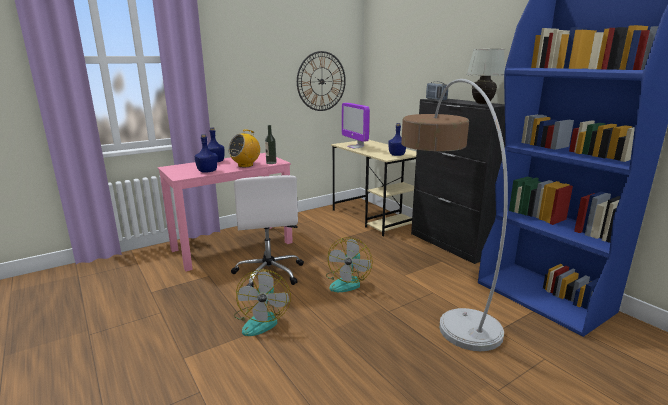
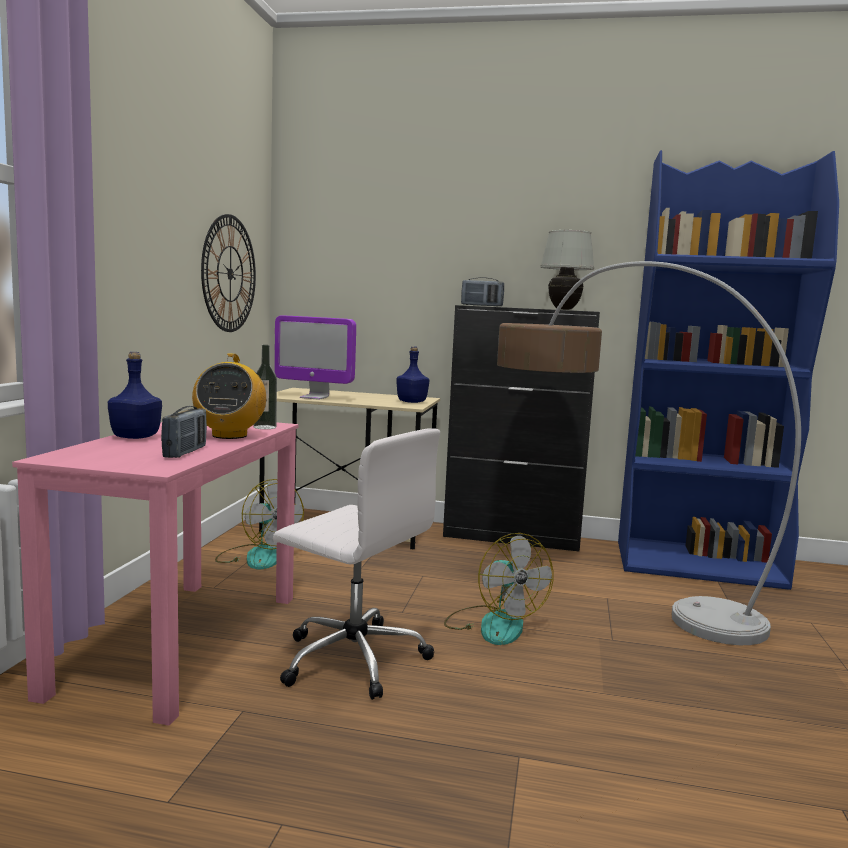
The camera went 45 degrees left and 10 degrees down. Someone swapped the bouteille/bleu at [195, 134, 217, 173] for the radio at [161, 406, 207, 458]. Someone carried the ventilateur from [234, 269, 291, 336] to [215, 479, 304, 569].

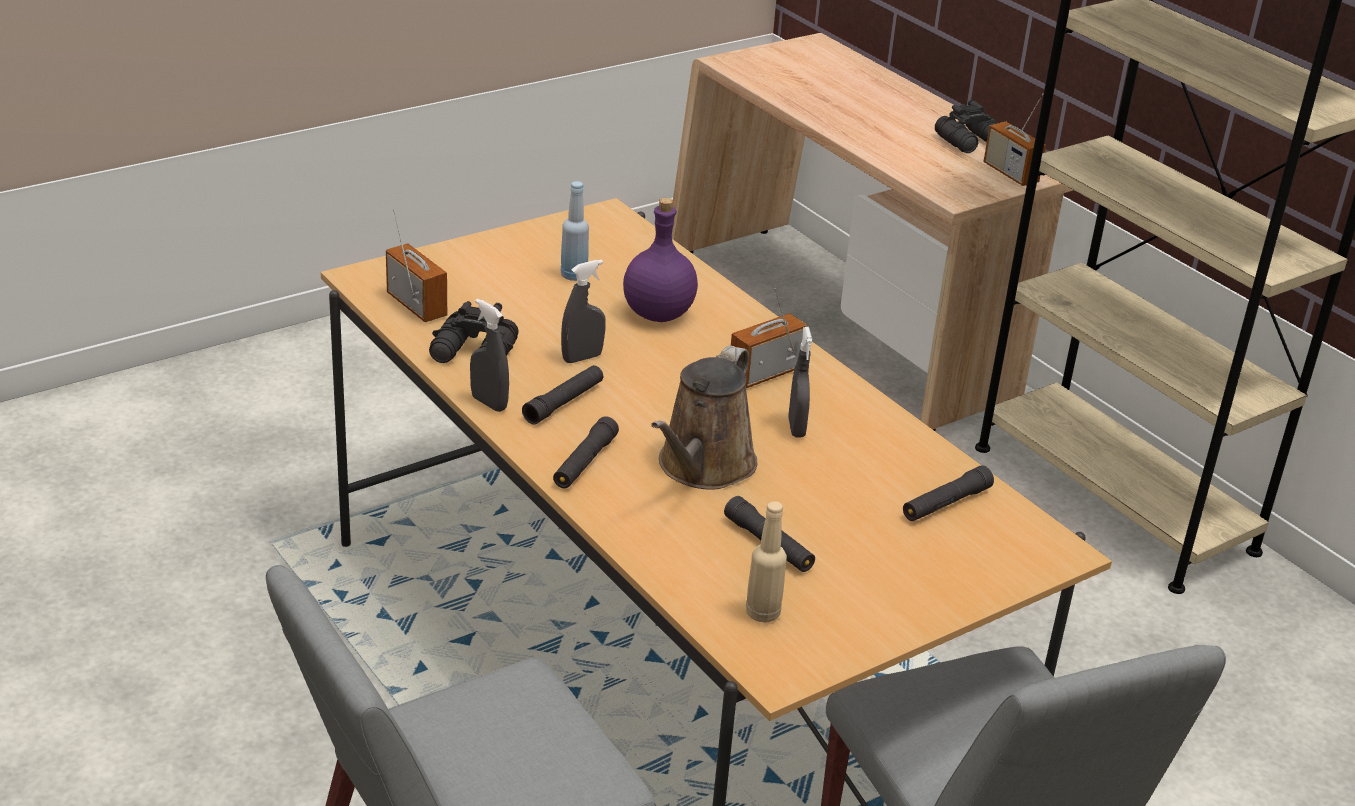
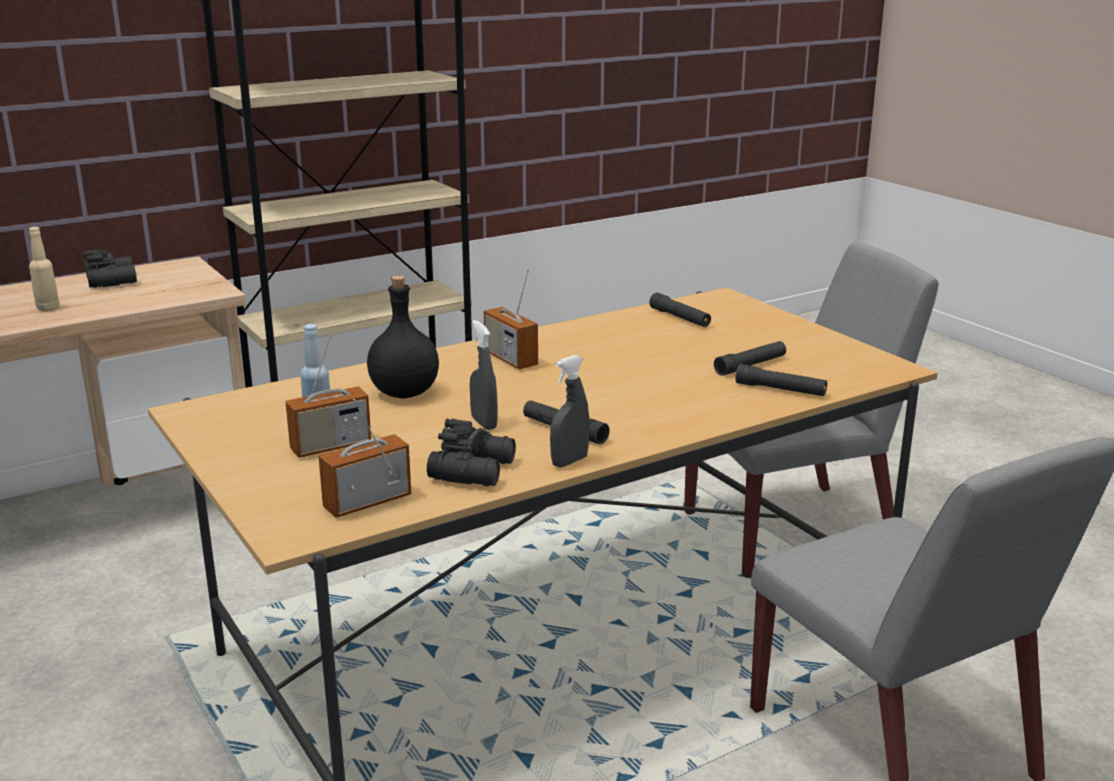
The camera went 85 degrees left and 10 degrees down. Someone carried the bouteille/beige from [746, 501, 787, 623] to [29, 227, 59, 311]. Someone carried the radio from [983, 93, 1046, 186] to [285, 335, 371, 458]. Someone repainted the bouteille/violet at [623, 198, 698, 322], which became the bouteille/noir at [367, 276, 439, 398]. Someone carried the lampe de poche/noir from [553, 416, 619, 488] to [735, 364, 827, 396]. Someone took away the arrosoir/marron at [651, 346, 757, 489]. Someone took away the vaporisateur/gris at [788, 327, 812, 438].

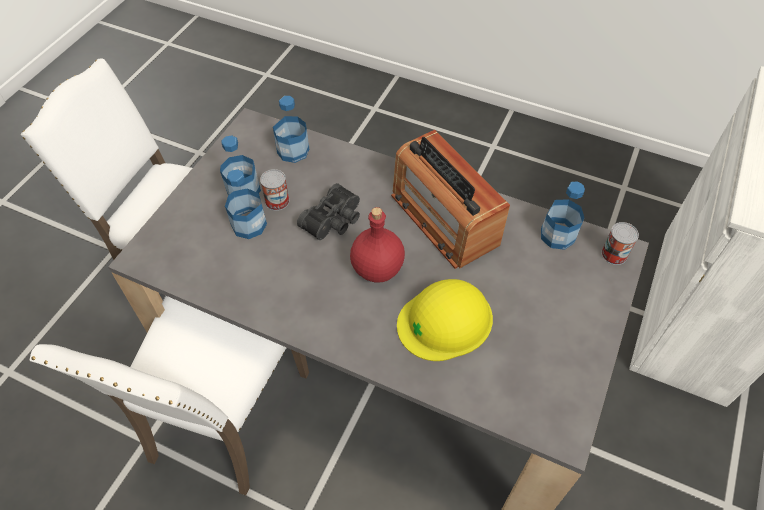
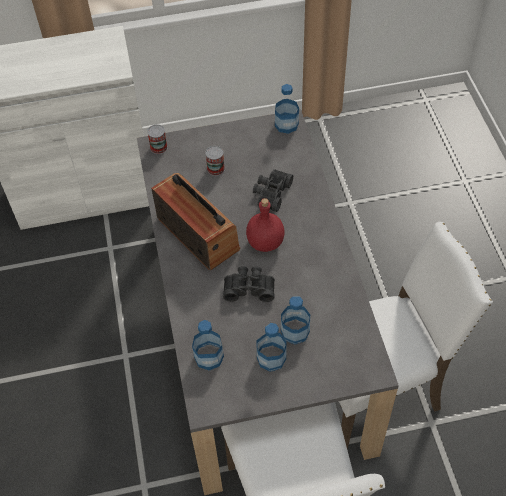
The camera went 125 degrees left and 0 degrees up. Someone rotated the radio at [391, 130, 510, 269] by 60 degrees counterclockwise. Someone carried the boîte métallique from [260, 169, 289, 211] to [205, 146, 225, 176]. Someone swapped the casque de chantier/jaune at [397, 279, 493, 361] for the jumelles/noir at [253, 169, 293, 212]. Someone carried the bouteille from [541, 182, 585, 250] to [275, 84, 299, 134].

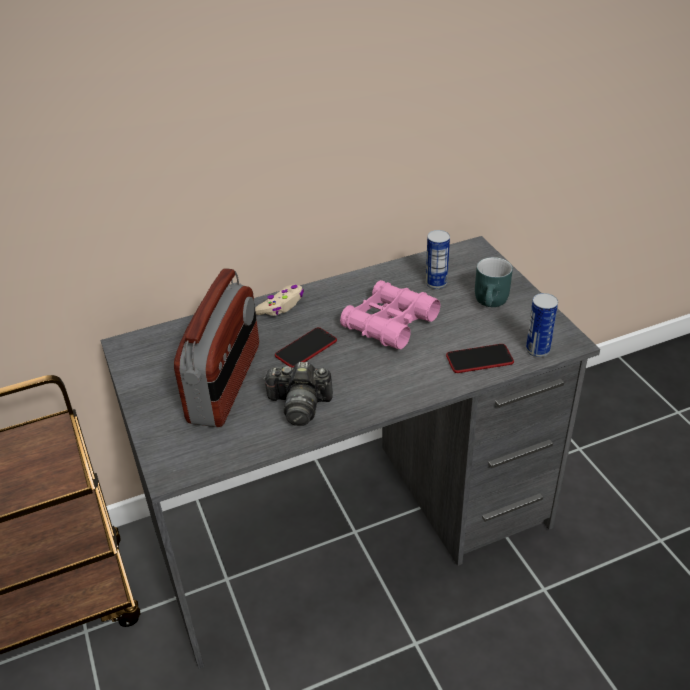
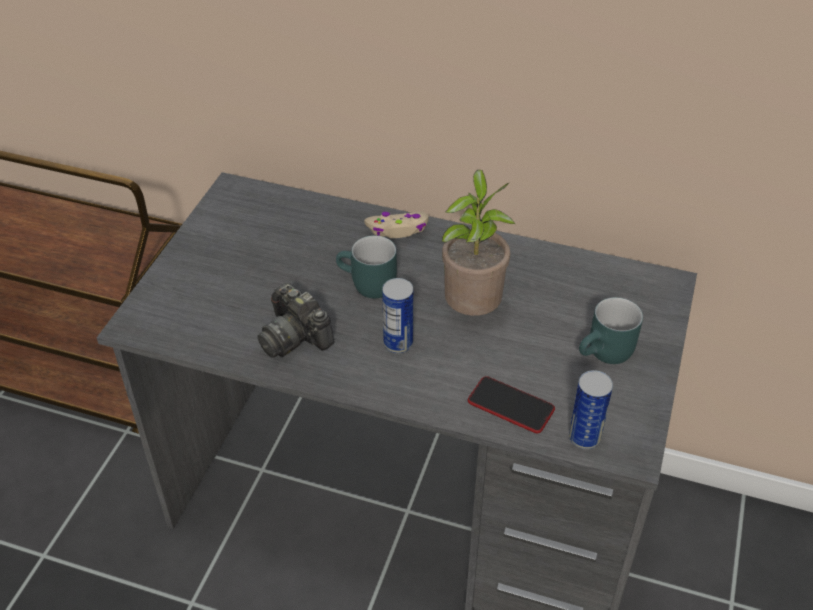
The camera went 40 degrees right and 5 degrees up. Someone swapped the téléphone at [275, 327, 337, 368] for the mug/turquoise at [336, 235, 397, 299]. Someone carried the boîte métallique from [426, 230, 450, 289] to [382, 278, 413, 354]. Someone swapped the jumelles/rose at [340, 280, 441, 349] for the plante en pot at [442, 170, 515, 316]. Someone took away the radio at [174, 268, 259, 427].

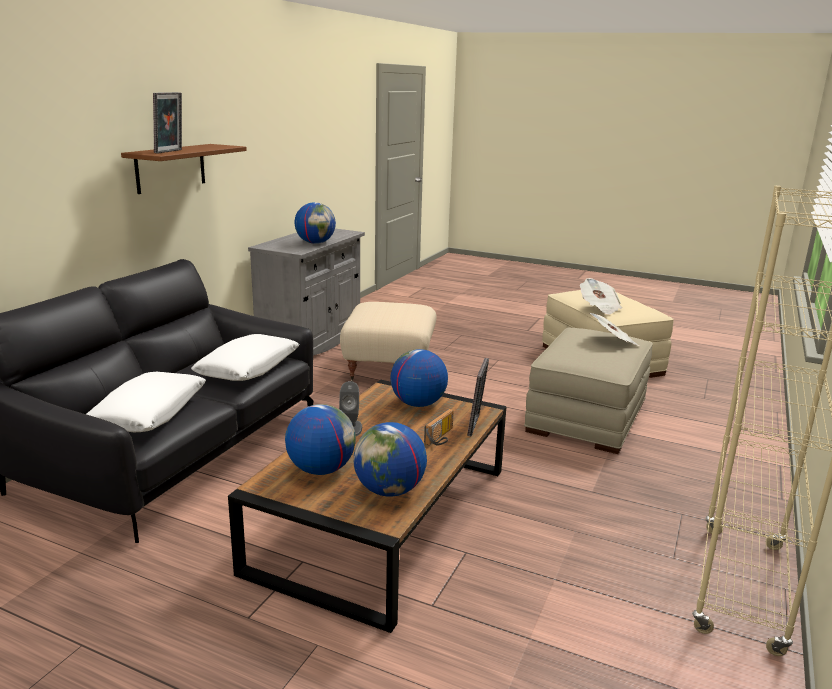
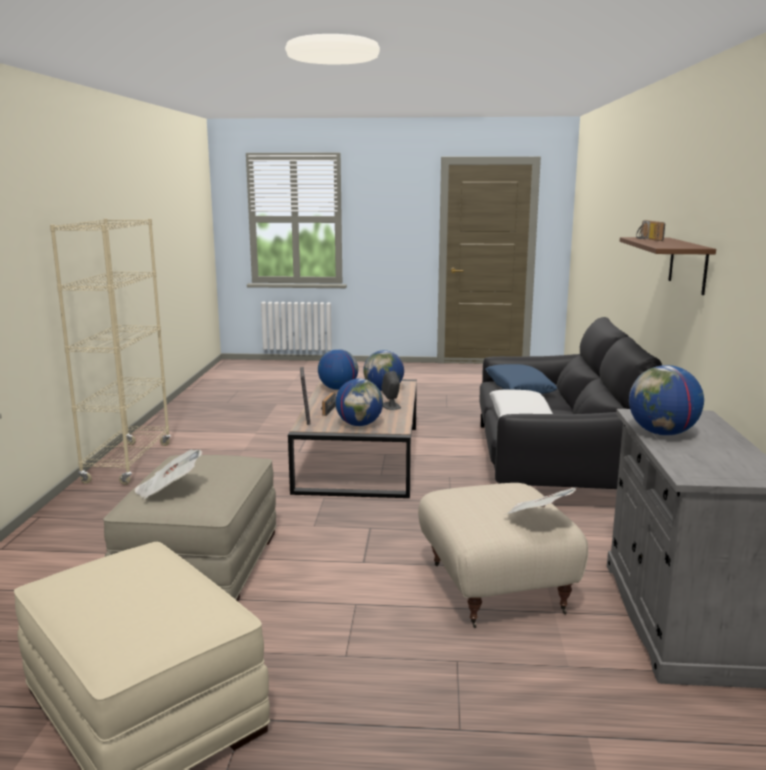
The camera went 160 degrees right and 5 degrees down. Someone repainted the coussin/blanc at [87, 372, 206, 432], which became the coussin/bleu at [486, 364, 557, 394]. Someone carried the journal from [580, 278, 622, 315] to [504, 487, 576, 515]. Someone swapped the cadre photo at [153, 92, 182, 154] for the radio at [636, 220, 665, 241].

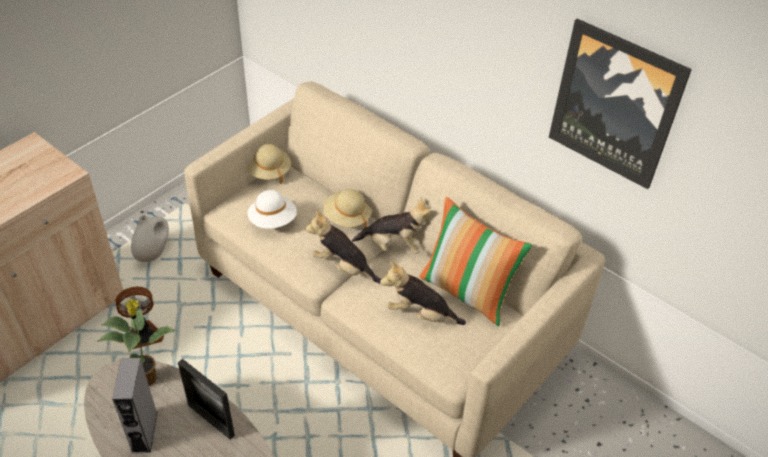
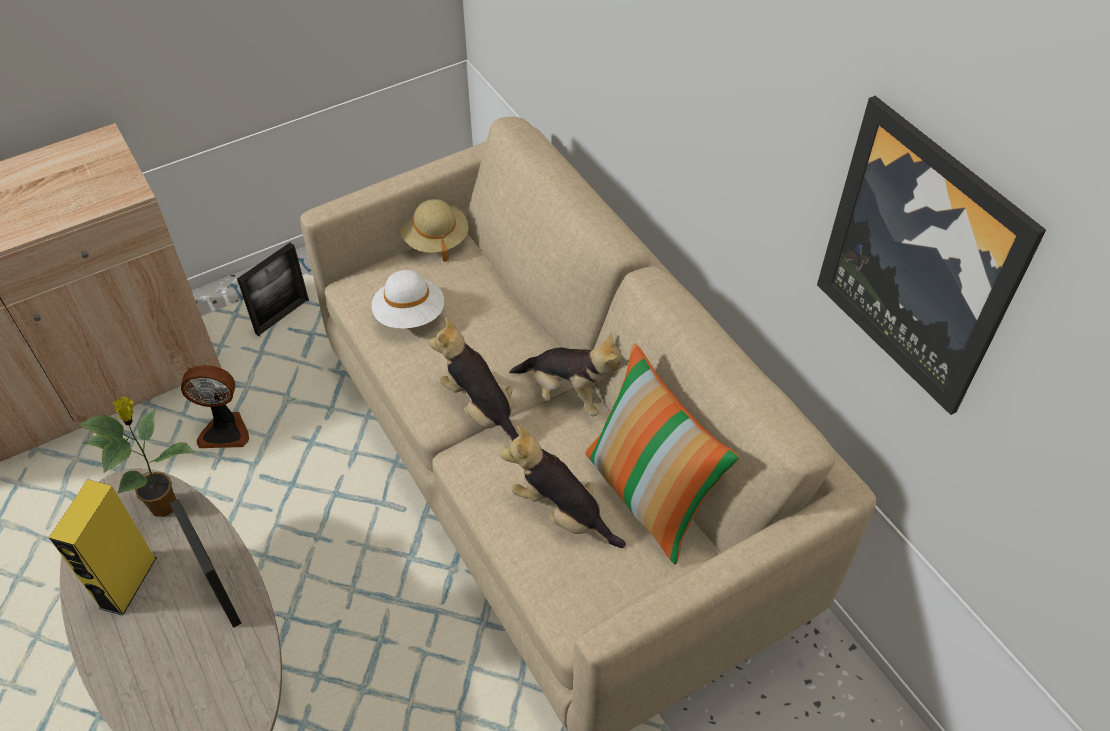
The camera went 20 degrees right and 5 degrees up. Someone repainted the enceinte/gris at [112, 358, 157, 453], which became the enceinte/jaune at [49, 479, 157, 616]. Someone swapped the vase/blanc at [131, 215, 169, 262] for the cadre photo at [237, 243, 309, 337]. Someone took away the chapeau/beige at [323, 189, 372, 228].

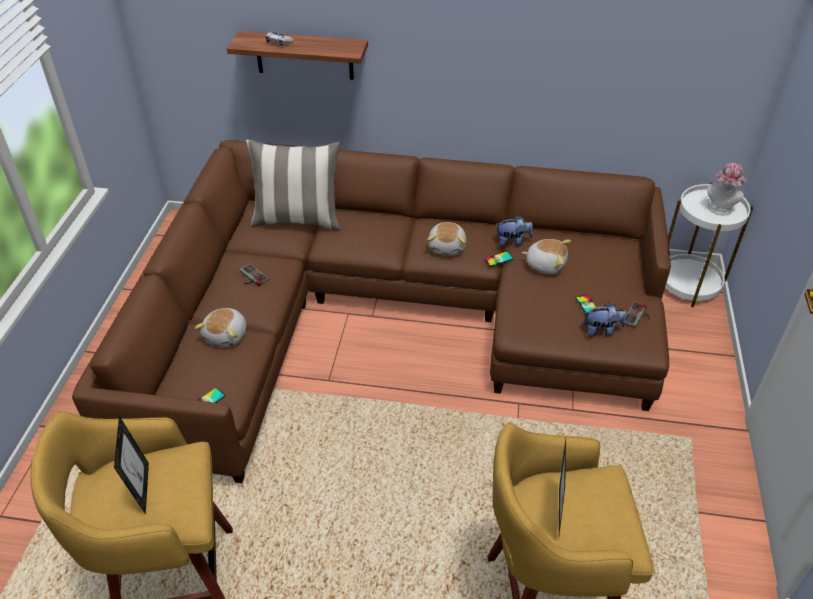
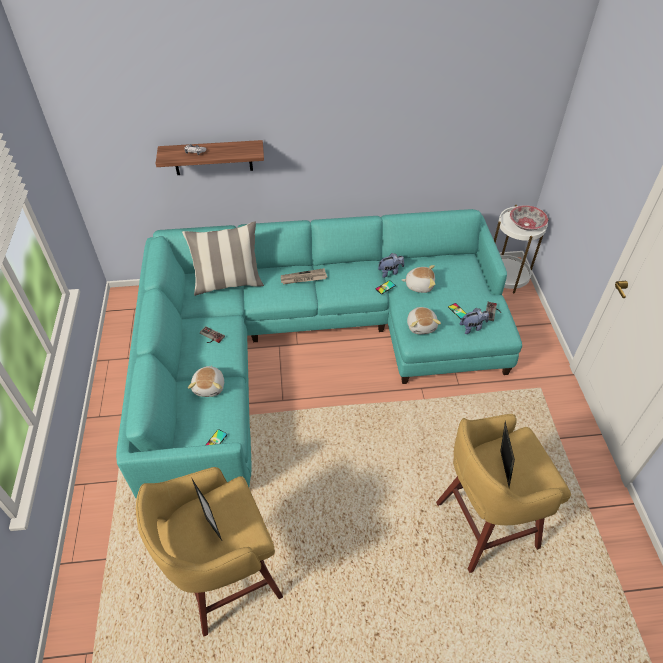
The camera went 15 degrees left and 5 degrees up. Someone repainted the canapé/marron at [72, 140, 671, 483], which became the canapé/turquoise at [116, 209, 522, 499]. Someone put down the journal at [281, 268, 327, 284]. Someone carried the peluche from [427, 222, 466, 255] to [407, 307, 441, 334]. Someone swapped the chapeau at [707, 163, 746, 215] for the bol at [510, 205, 548, 231].

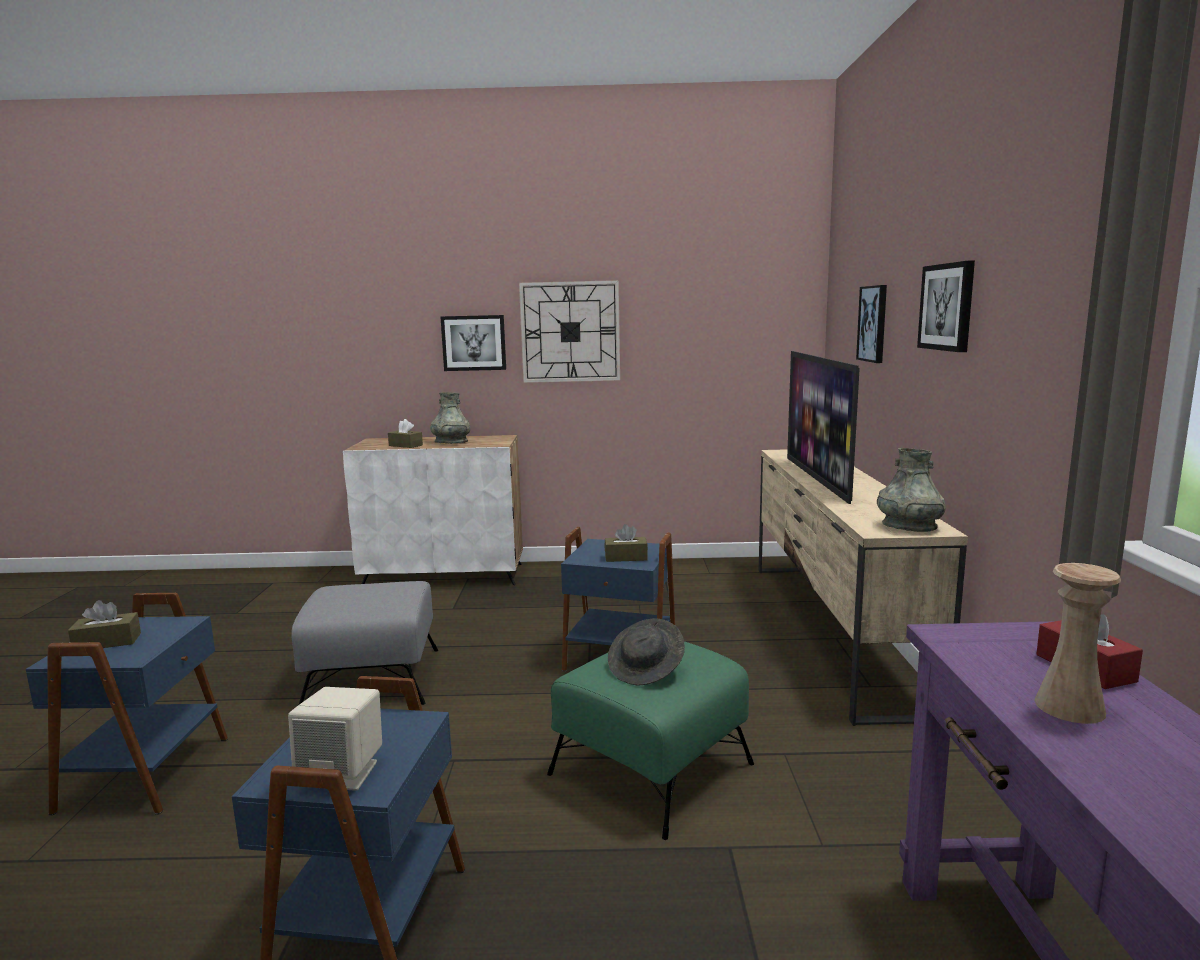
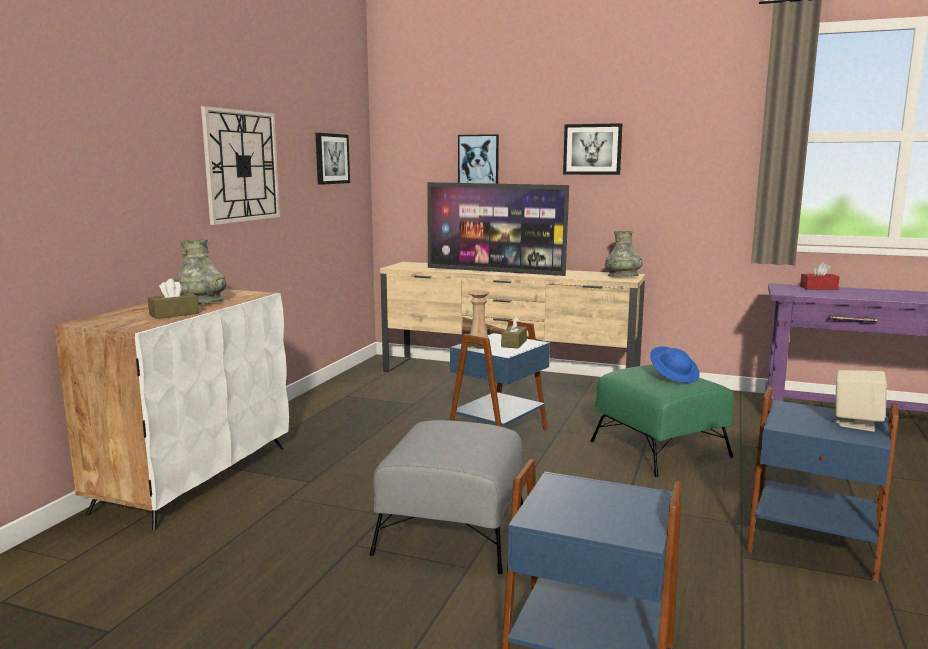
The camera went 70 degrees left and 0 degrees up. Someone carried the tableau from [440, 315, 506, 371] to [315, 133, 350, 185]. Someone carried the vase/beige from [1035, 563, 1121, 724] to [468, 290, 490, 349]. Someone repainted the chapeau/gris at [608, 618, 685, 685], which became the chapeau/bleu at [650, 346, 700, 383]. Someone took away the boîte à mouchoirs/marron at [68, 600, 141, 648].

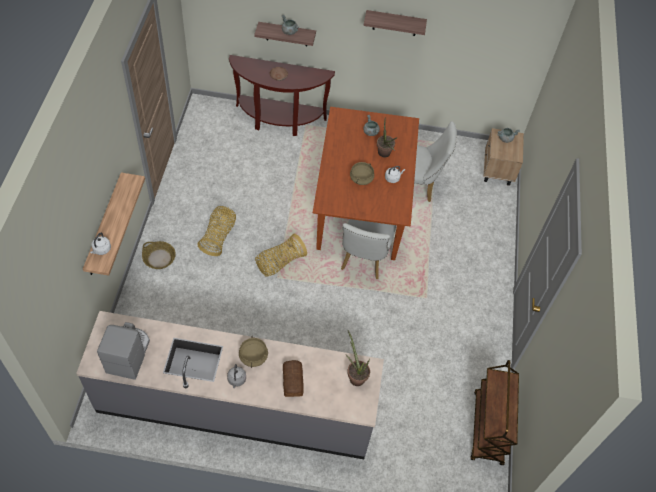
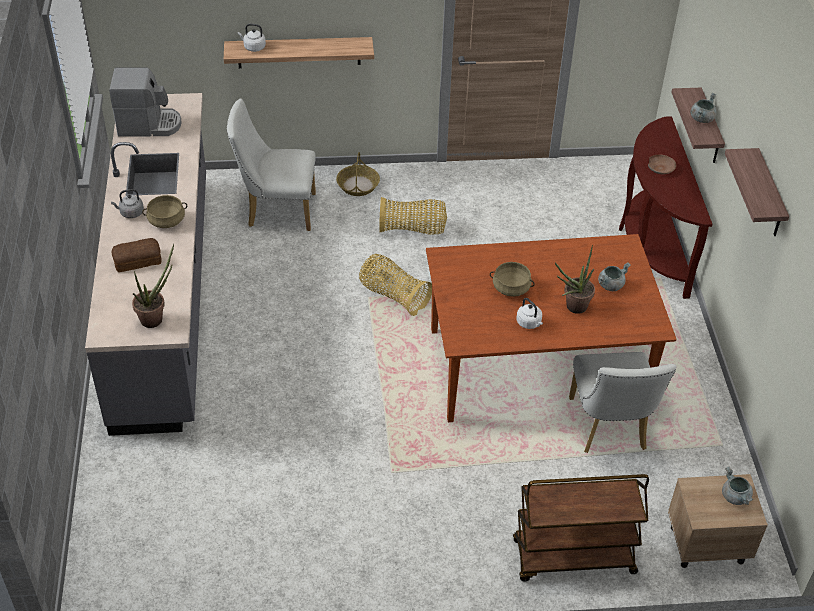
The camera went 80 degrees right and 10 degrees down. Someone carried the chaise/blanc from [341, 219, 396, 279] to [227, 99, 316, 231]. Someone carried the chariot/marron from [470, 360, 519, 466] to [513, 474, 649, 582].

